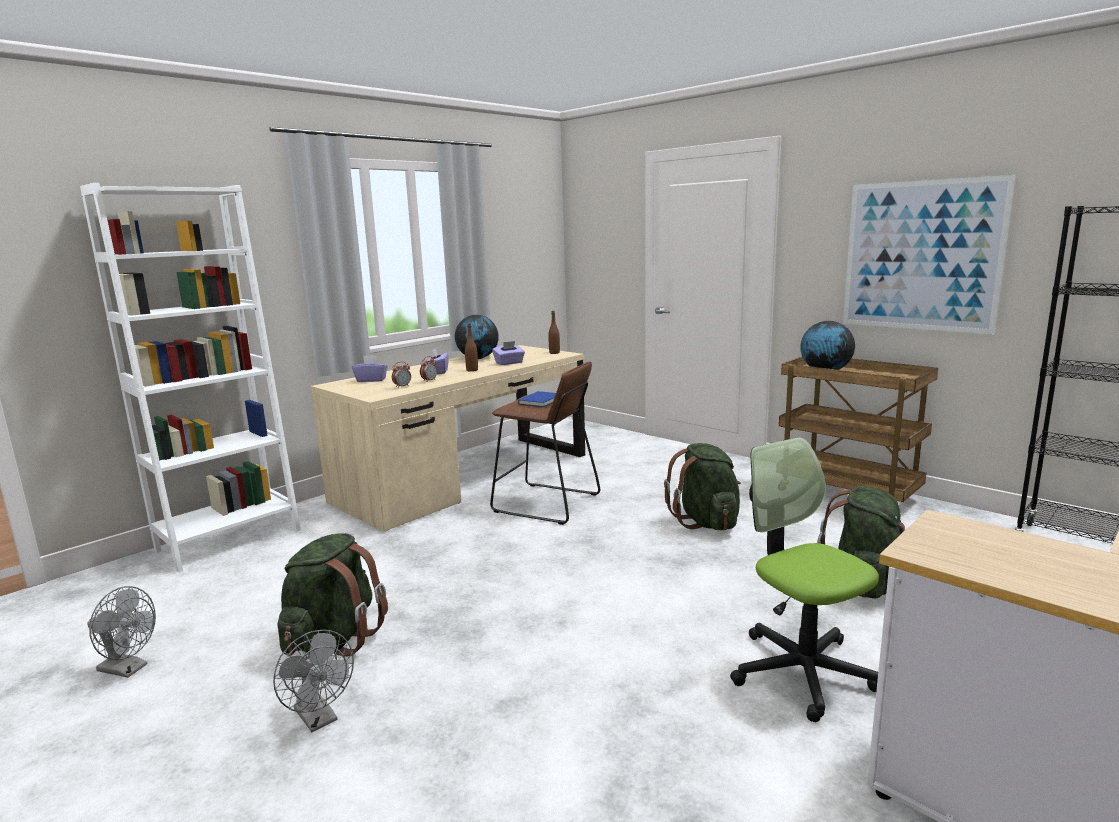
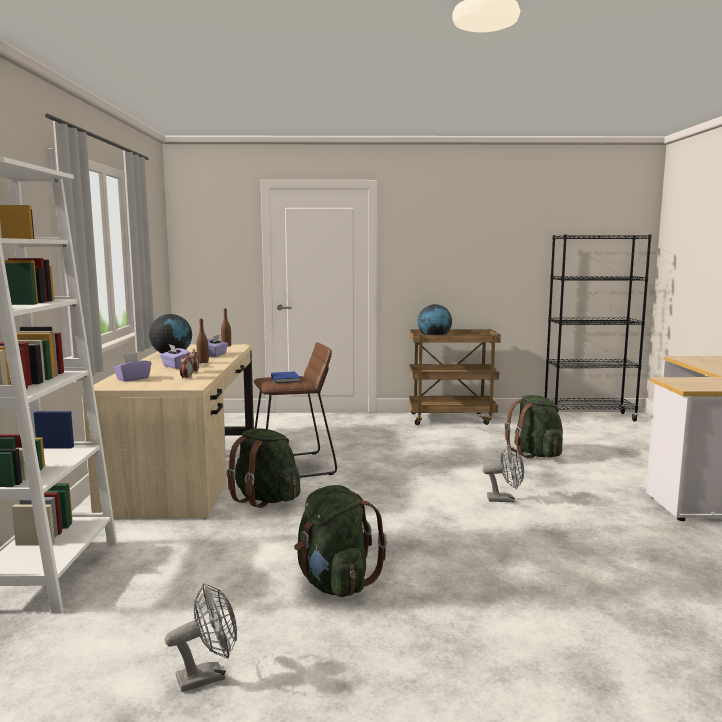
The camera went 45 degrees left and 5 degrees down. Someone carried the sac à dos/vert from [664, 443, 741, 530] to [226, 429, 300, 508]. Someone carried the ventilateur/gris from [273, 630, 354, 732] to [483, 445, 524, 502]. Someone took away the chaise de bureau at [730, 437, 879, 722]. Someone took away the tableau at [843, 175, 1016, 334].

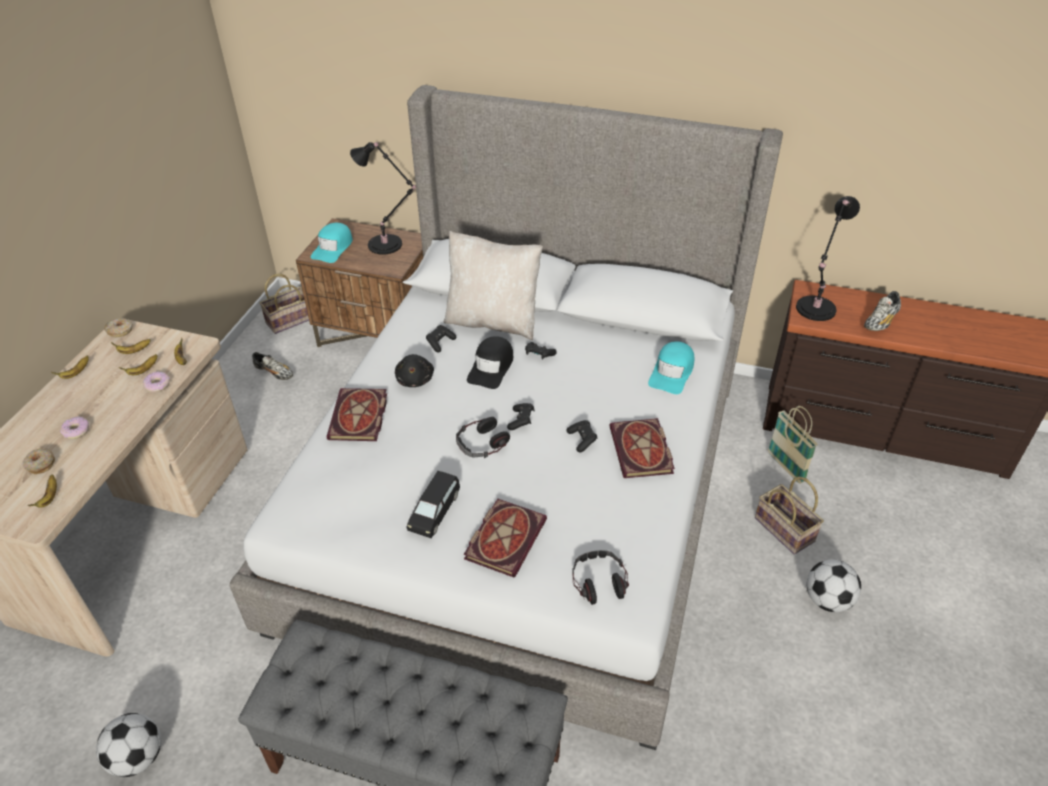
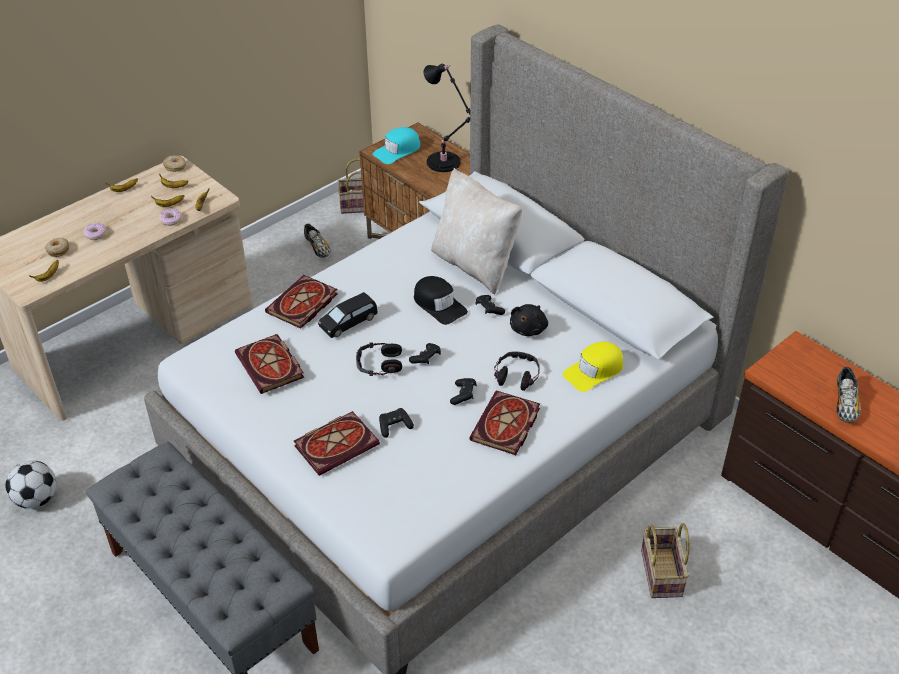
The camera went 30 degrees right and 0 degrees up. Someone put down the livre at [235, 334, 304, 394]. Someone carried the petite voiture/noir from [407, 471, 460, 538] to [318, 292, 378, 338]. Someone carried the manette/noir from [426, 325, 456, 353] to [379, 408, 414, 438]. Someone rotated the casquette/noir at [467, 336, 513, 389] by 90 degrees counterclockwise. Someone carried the casque audio from [572, 550, 629, 605] to [494, 351, 540, 391]. Someone carried the peluche/noir from [395, 354, 434, 387] to [510, 304, 548, 336]. Someone repainted the casquette/turquoise at [648, 341, 695, 394], which became the casquette/jaune at [563, 342, 623, 392]. Someone rotated the chaussure at [864, 291, 901, 331] by 60 degrees counterclockwise. Someone took away the panier at [768, 406, 818, 484]. Someone took away the lampe de table/noir at [796, 196, 860, 321]. Someone took away the ballon de foot at [807, 559, 861, 612].

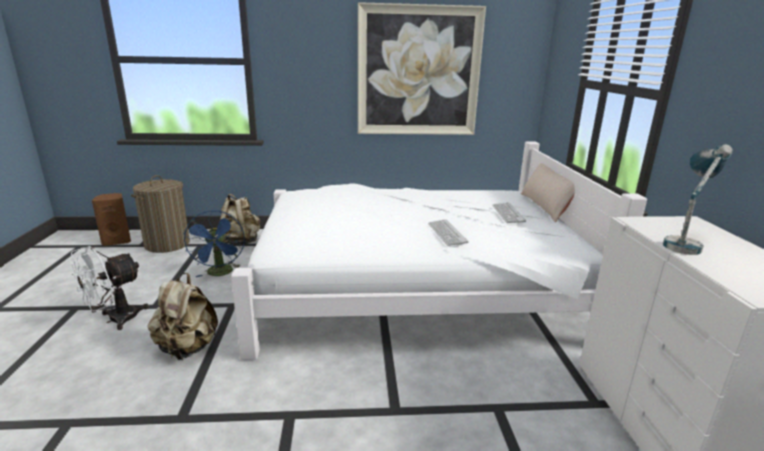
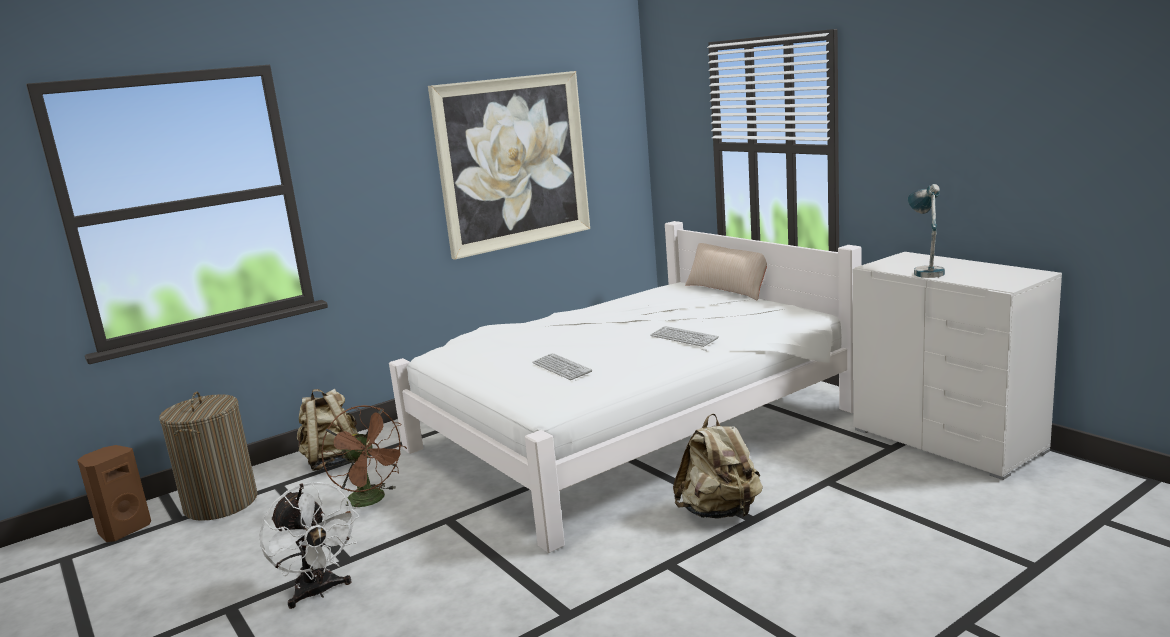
The camera went 30 degrees left and 5 degrees down. Someone rotated the ventilateur/blanc at [69, 246, 149, 330] by 45 degrees counterclockwise. Someone repainted the ventilateur/bleu at [183, 210, 245, 277], which became the ventilateur/marron at [321, 405, 407, 513]. Someone carried the clavier from [493, 203, 526, 223] to [532, 353, 592, 380]. Someone carried the sac à dos/beige from [148, 273, 218, 360] to [673, 413, 763, 519].

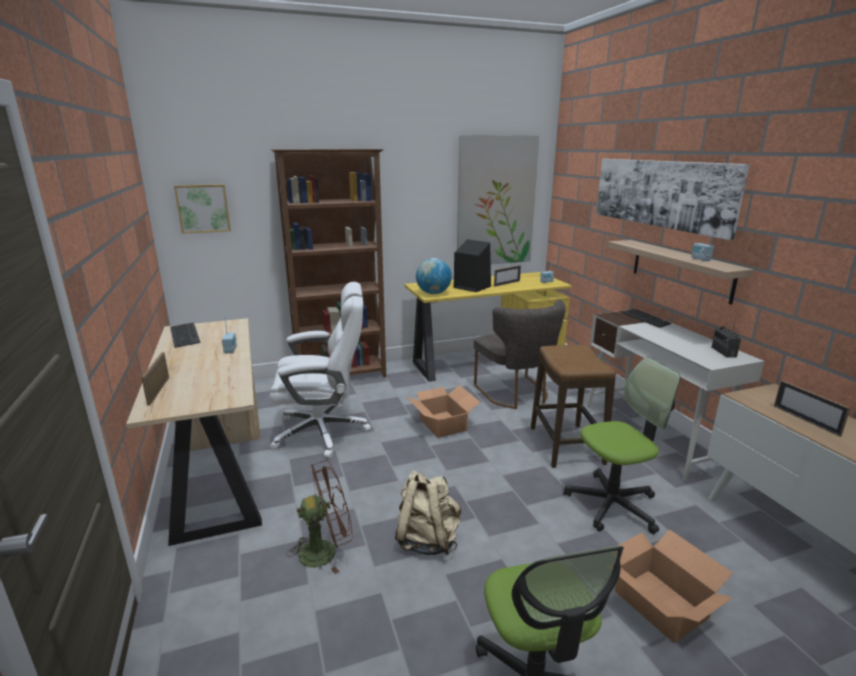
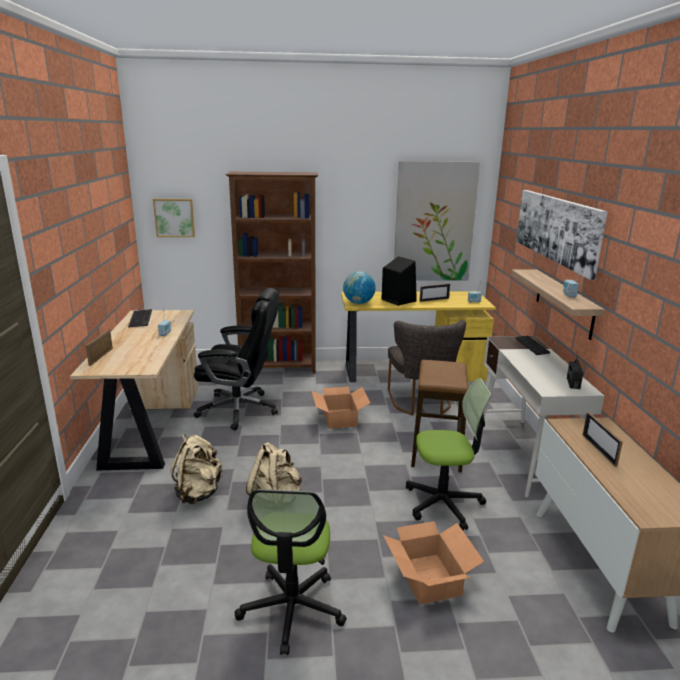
The camera went 15 degrees right and 0 degrees up. Someone swapped the ventilateur/marron at [286, 460, 353, 574] for the sac à dos/beige at [170, 434, 224, 504]. Someone repainted the chaise de bureau/blanc at [270, 282, 371, 458], which became the chaise de bureau/noir at [194, 288, 279, 431].

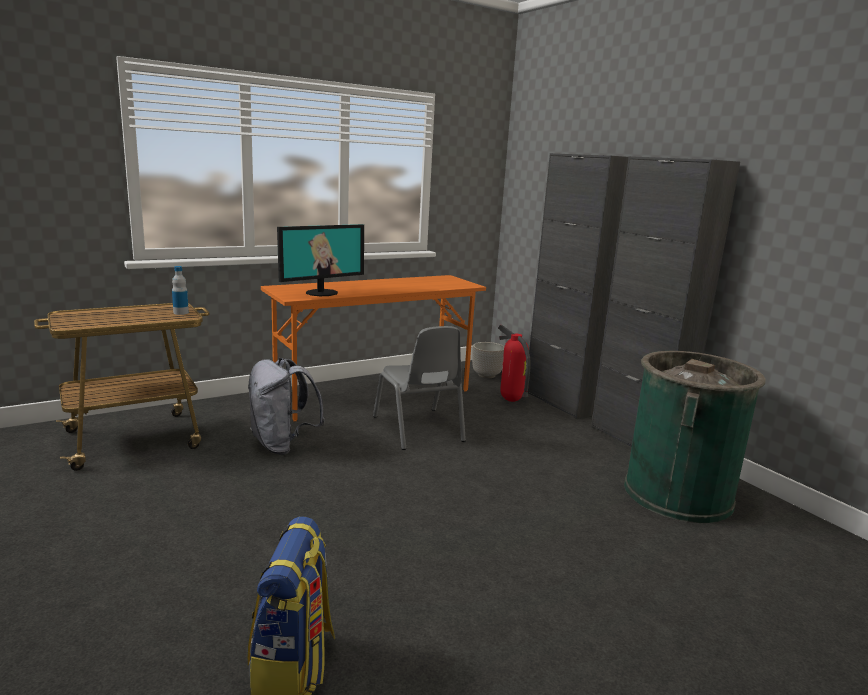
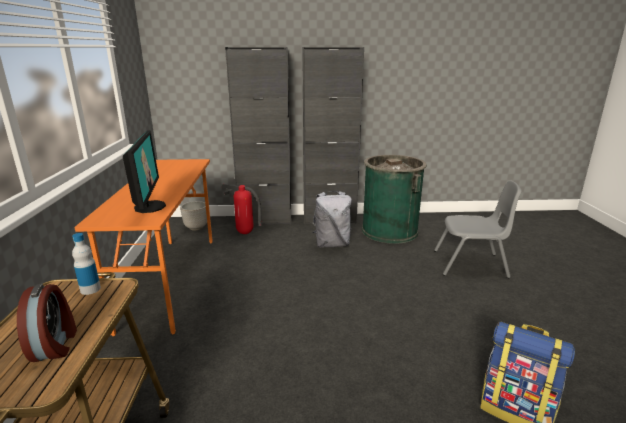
The camera went 60 degrees left and 5 degrees up. Someone put down the réveil at [17, 284, 77, 362]. Someone carried the sac à dos/gris from [248, 358, 325, 455] to [312, 191, 352, 248]. Someone carried the chaise/gris from [373, 326, 466, 450] to [434, 180, 521, 278].

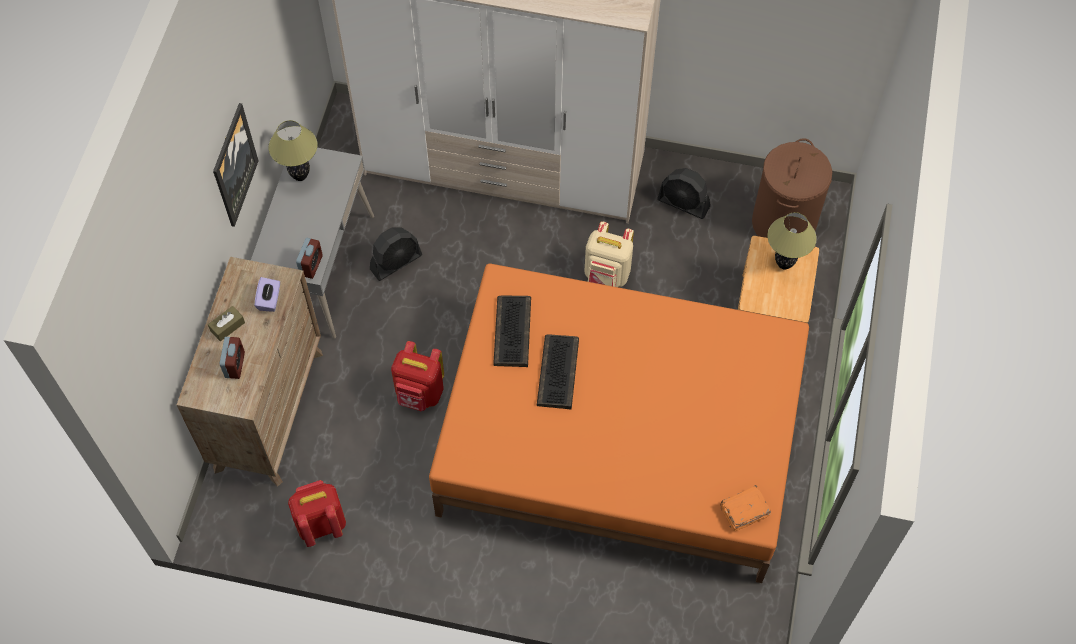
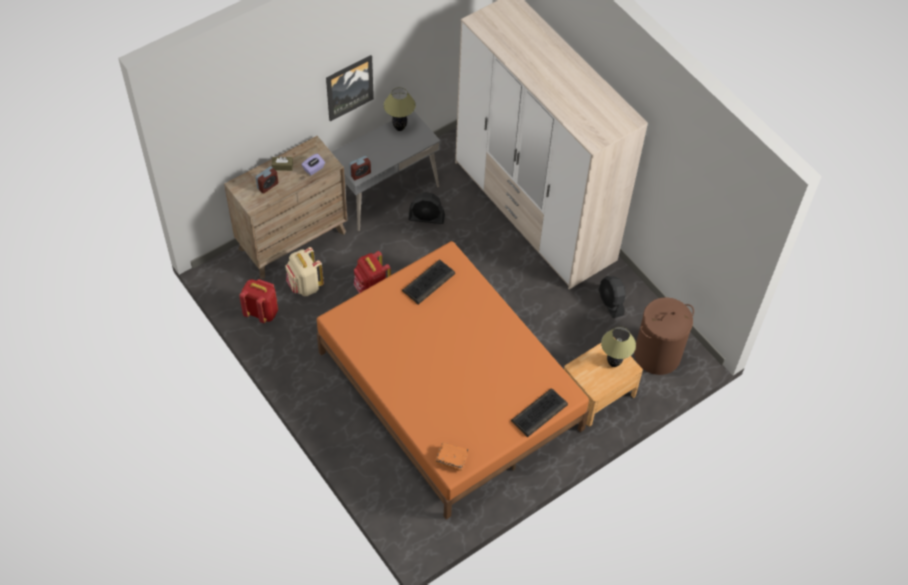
The camera went 40 degrees right and 5 degrees down. Someone carried the sac à dos/beige from [585, 221, 634, 287] to [285, 247, 324, 296]. Someone carried the clavier from [537, 334, 579, 409] to [511, 388, 568, 437].

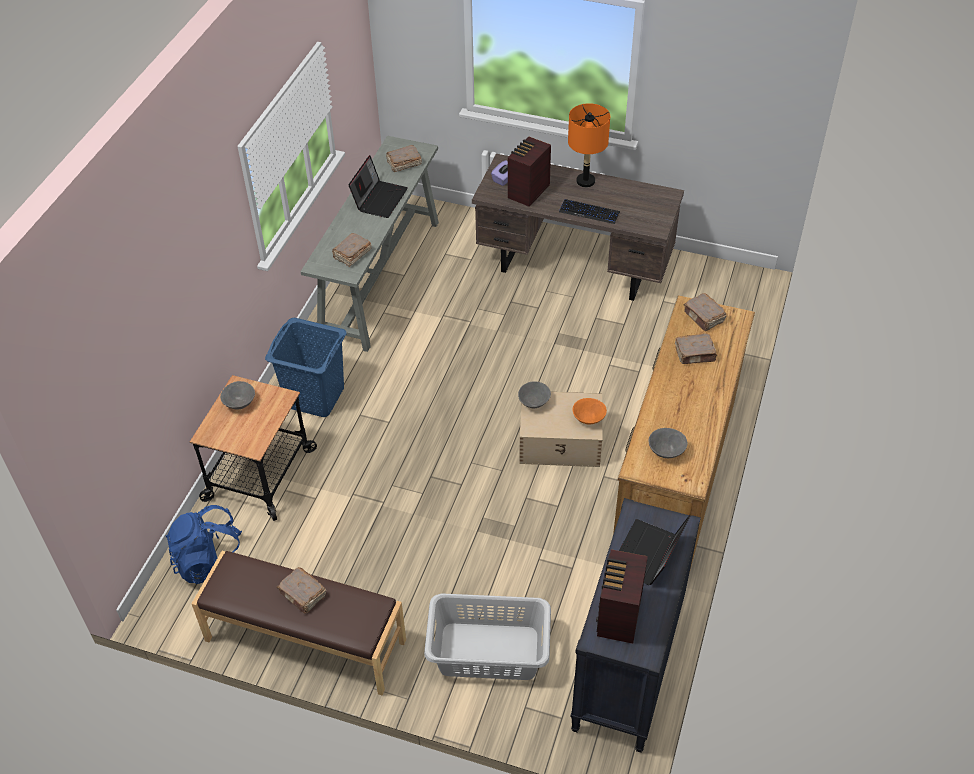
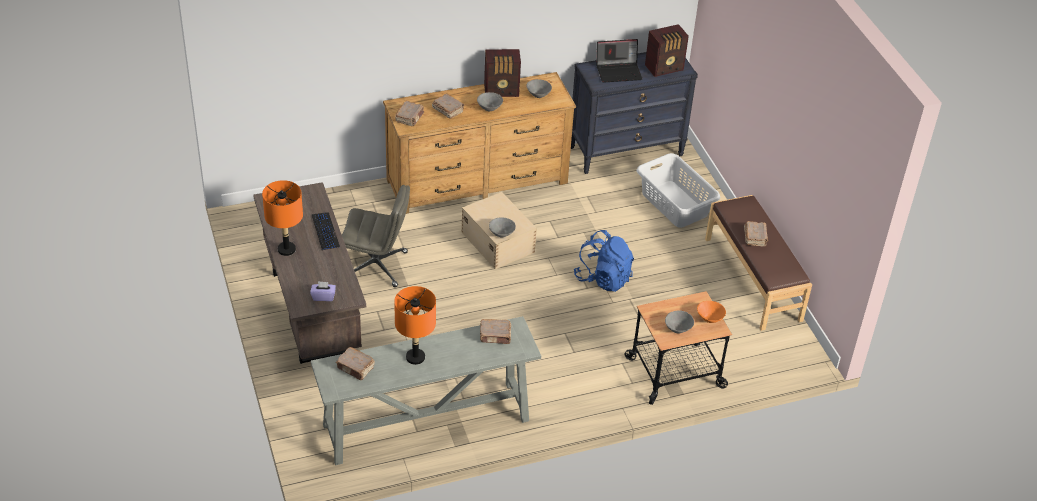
The camera went 130 degrees left and 5 degrees down. Someone put down the chaise de bureau/gris at [342, 185, 410, 287]. Someone swapped the ordinateur portable at [349, 155, 408, 218] for the lampe de table/orange at [394, 286, 436, 365]. Someone put down the bol/gris at [477, 92, 503, 111]. Someone carried the radio from [508, 137, 551, 207] to [484, 49, 521, 97]. Someone carried the sac à dos/bleu from [165, 505, 242, 584] to [574, 230, 634, 292]. Someone carried the bol/orange from [573, 398, 607, 424] to [697, 301, 726, 323]. Someone took away the panier à linge/bleu at [265, 318, 346, 417].

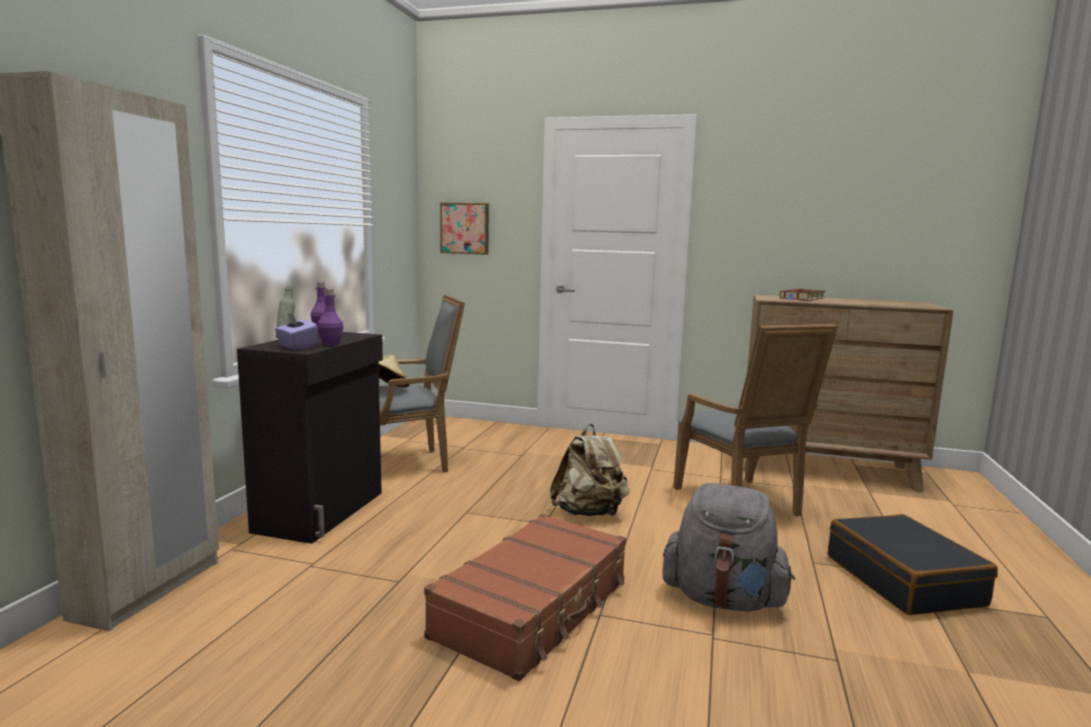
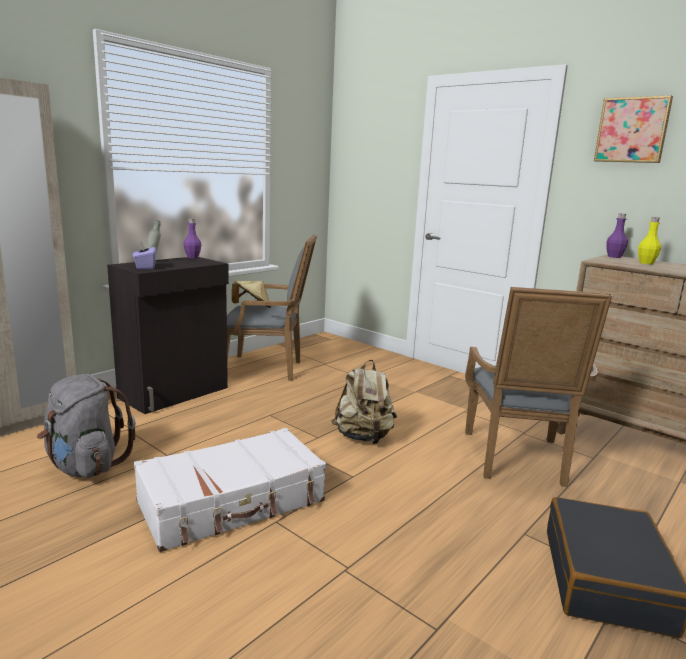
The camera went 25 degrees right and 5 degrees up. Someone carried the sac à dos/gris from [663, 483, 795, 612] to [37, 374, 135, 478]. Someone repainted the valise/marron at [424, 513, 626, 681], which became the valise/blanc at [134, 428, 326, 552]. Someone carried the tableau from [440, 203, 489, 255] to [594, 95, 673, 163]. Someone carried the bouteille/violet from [317, 289, 344, 346] to [606, 213, 628, 258]. Someone swapped the livre/marron at [779, 289, 825, 301] for the bouteille/jaune at [638, 217, 661, 264].

